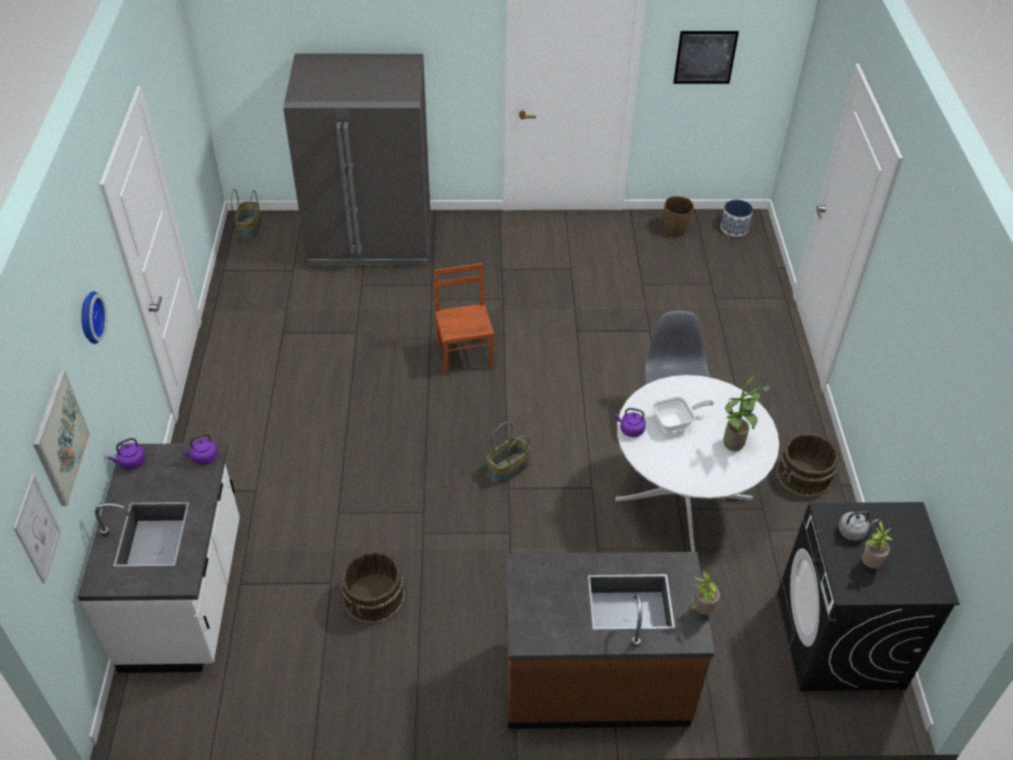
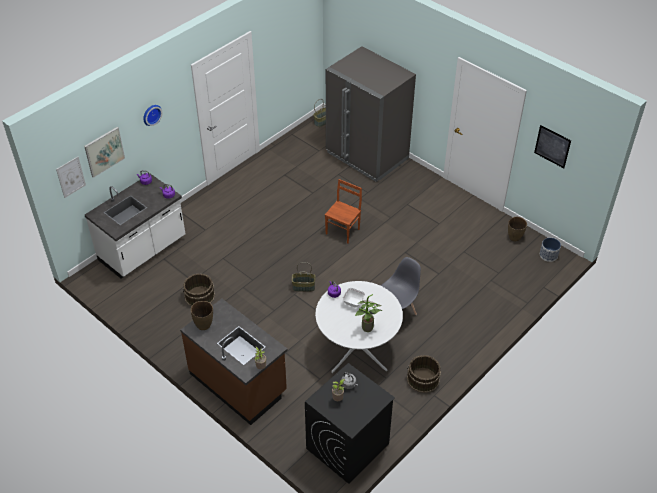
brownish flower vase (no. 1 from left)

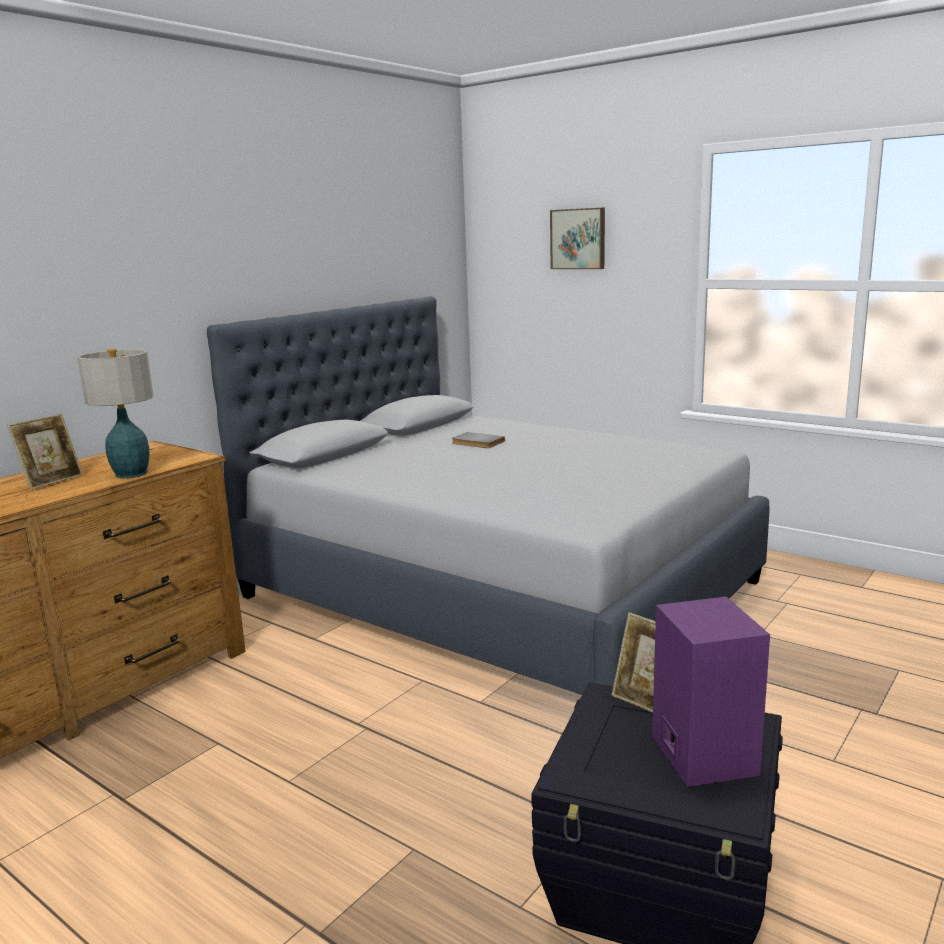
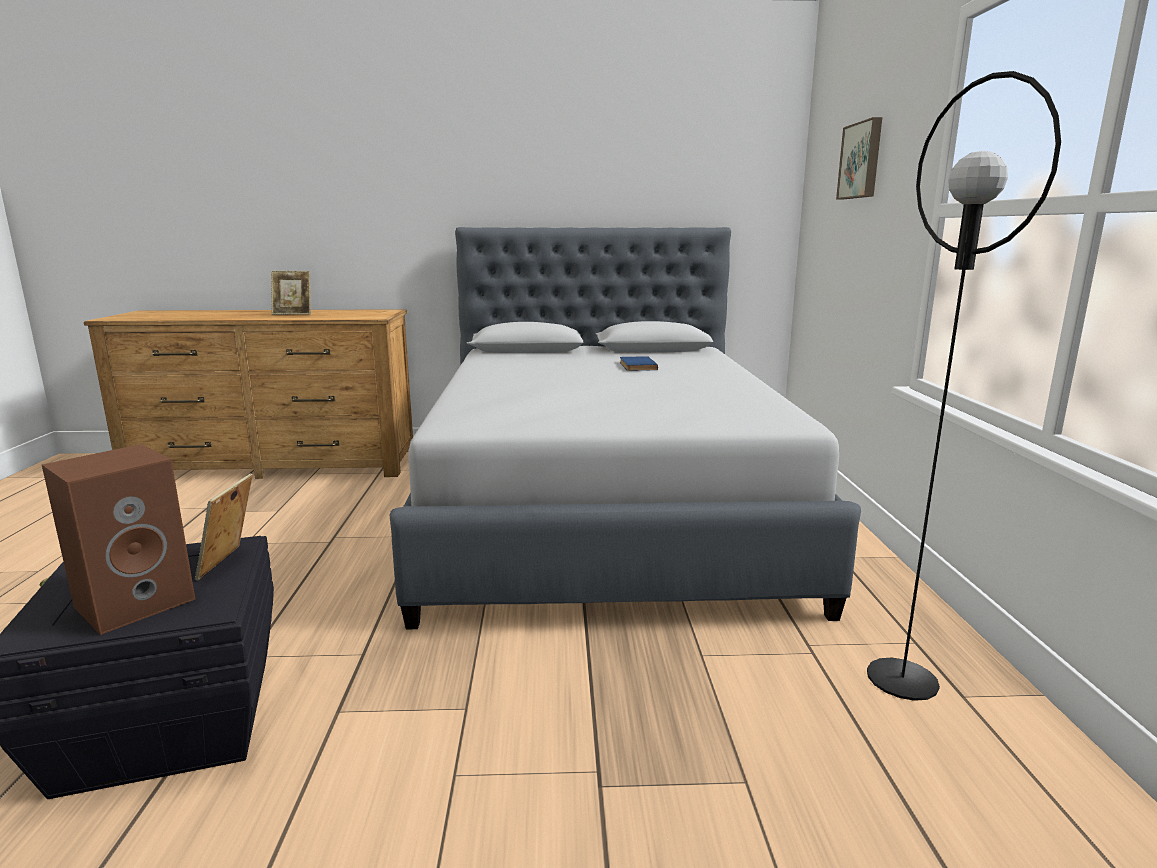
lamp for a table
black-coloured standard lamp
bluish book
brownish speaker

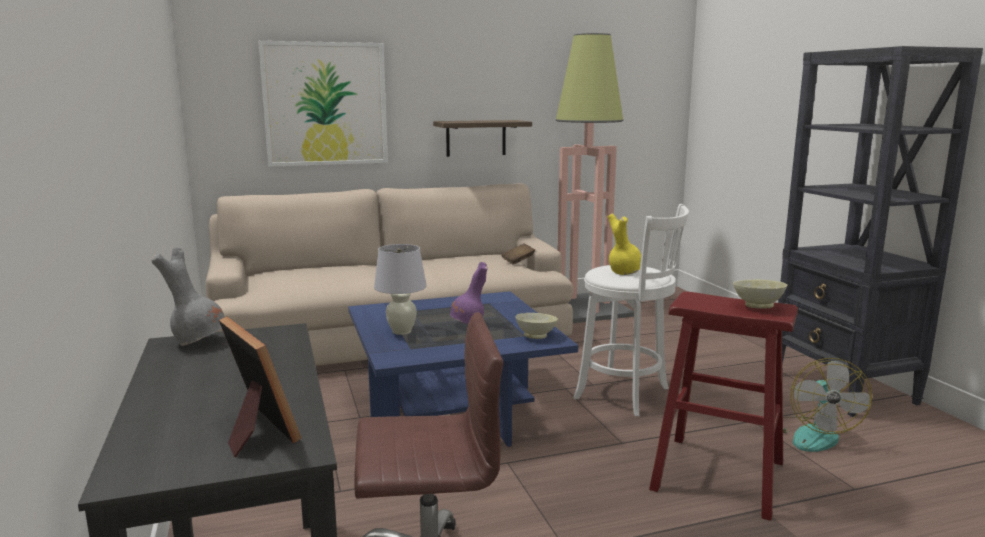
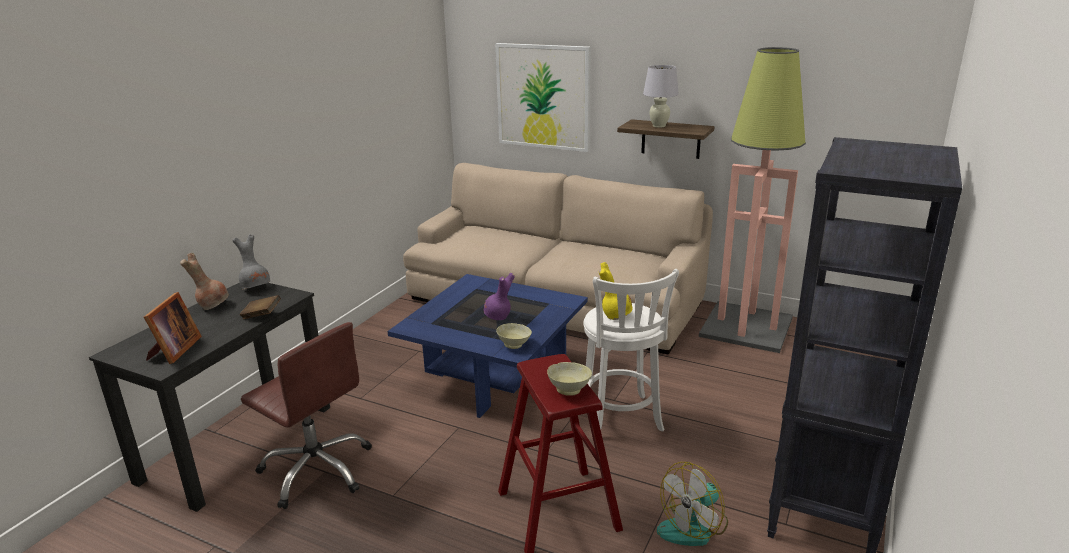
brownish flower vase
white-coloured lamp for a table
brownish book

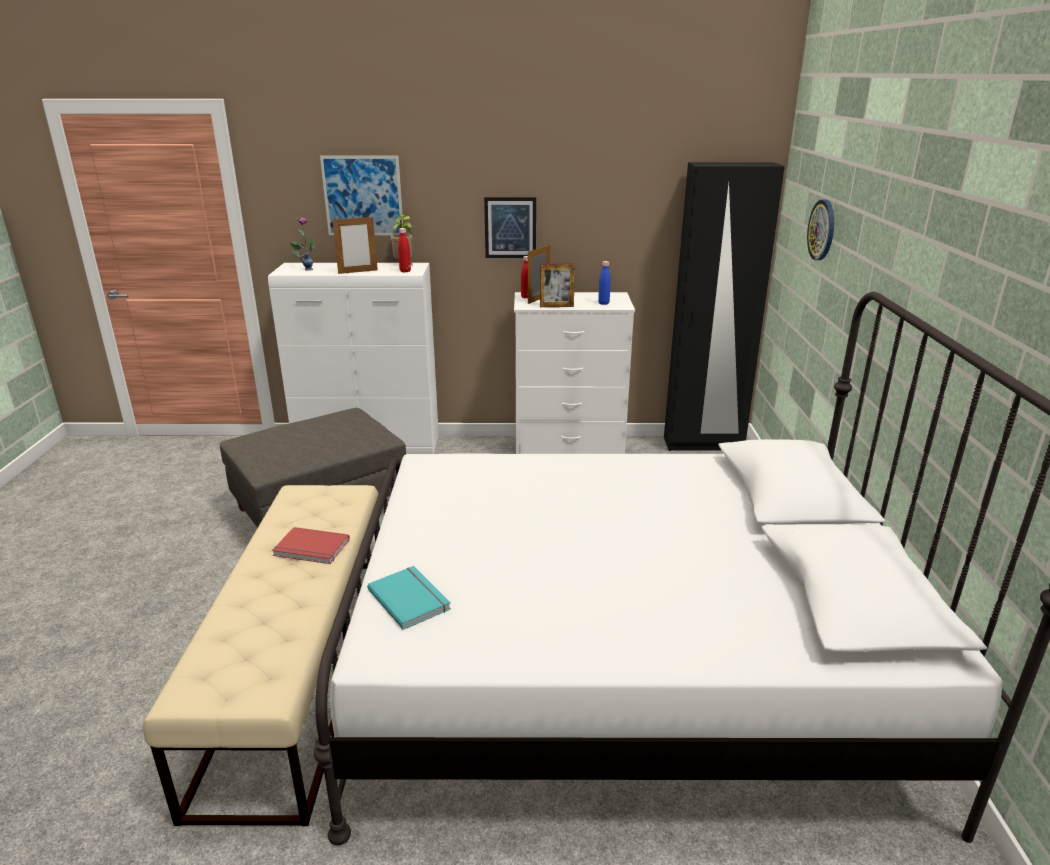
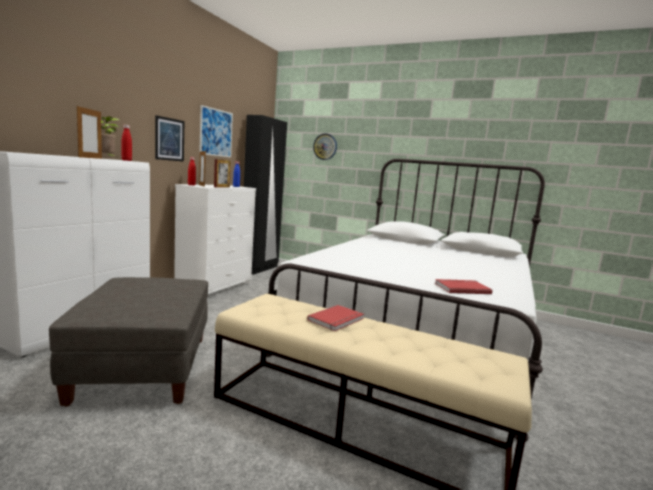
flower vase
wall art (no. 2 from left)
red book (no. 2 from left)

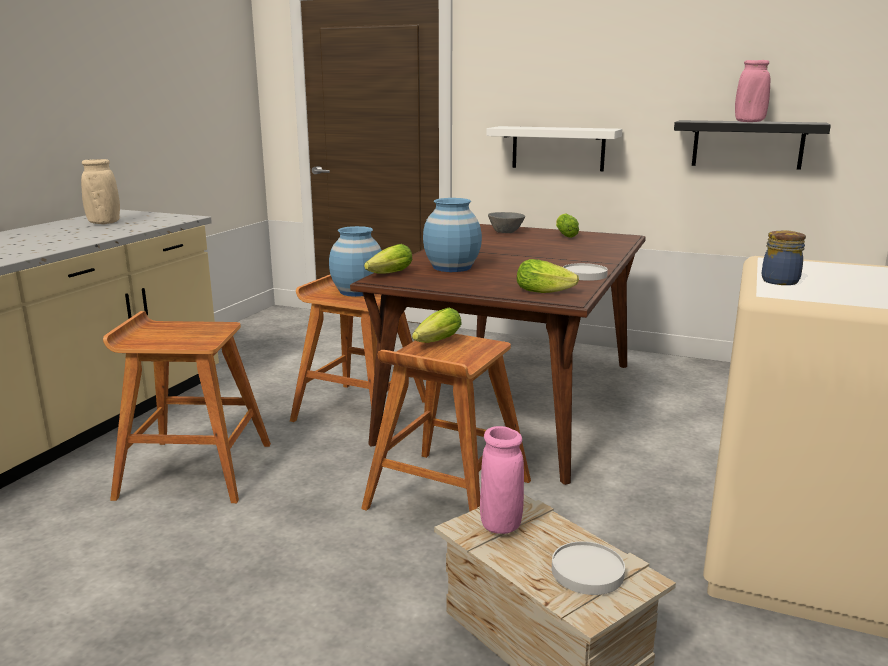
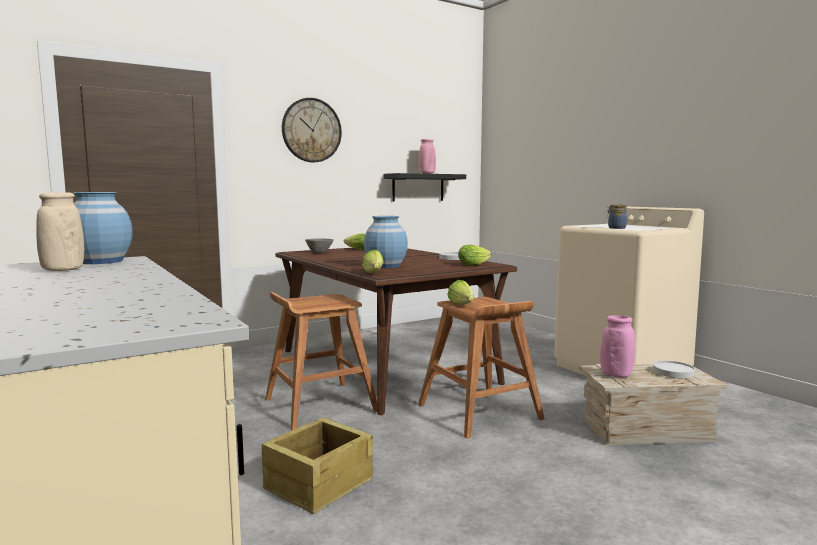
white-coloured shelf
hanging clock
bluish flower vase (no. 1 from left)
packing crate (no. 1 from left)

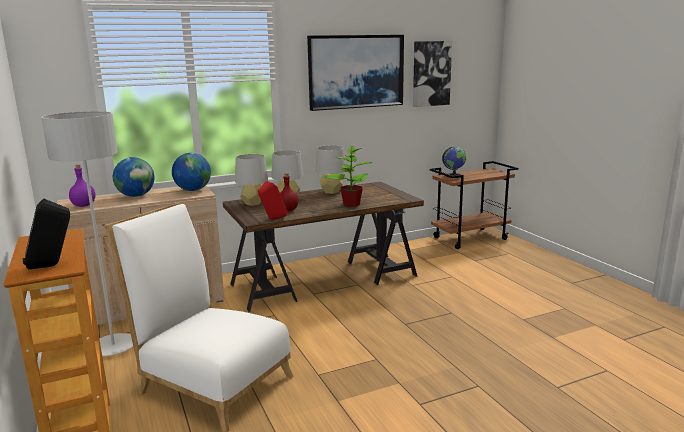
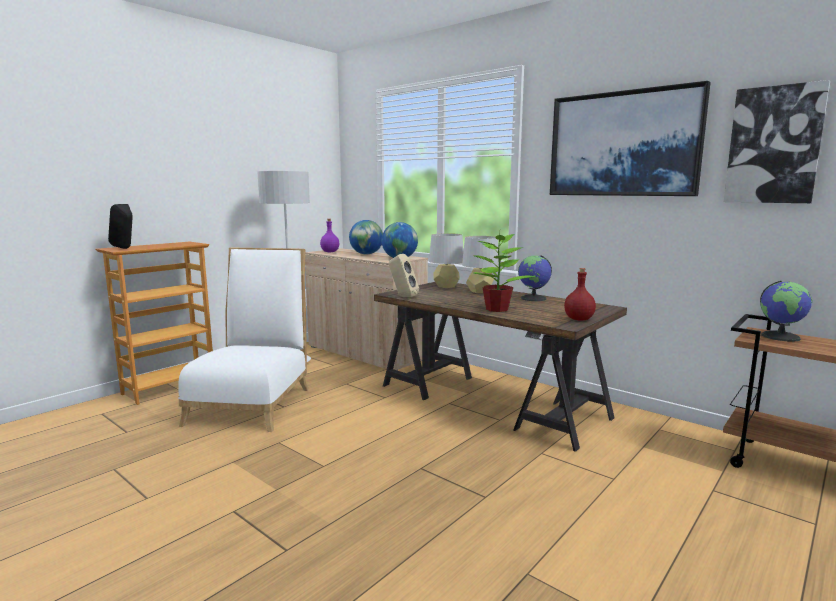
red bottle
globe (no. 3 from left)
beige-coloured speaker

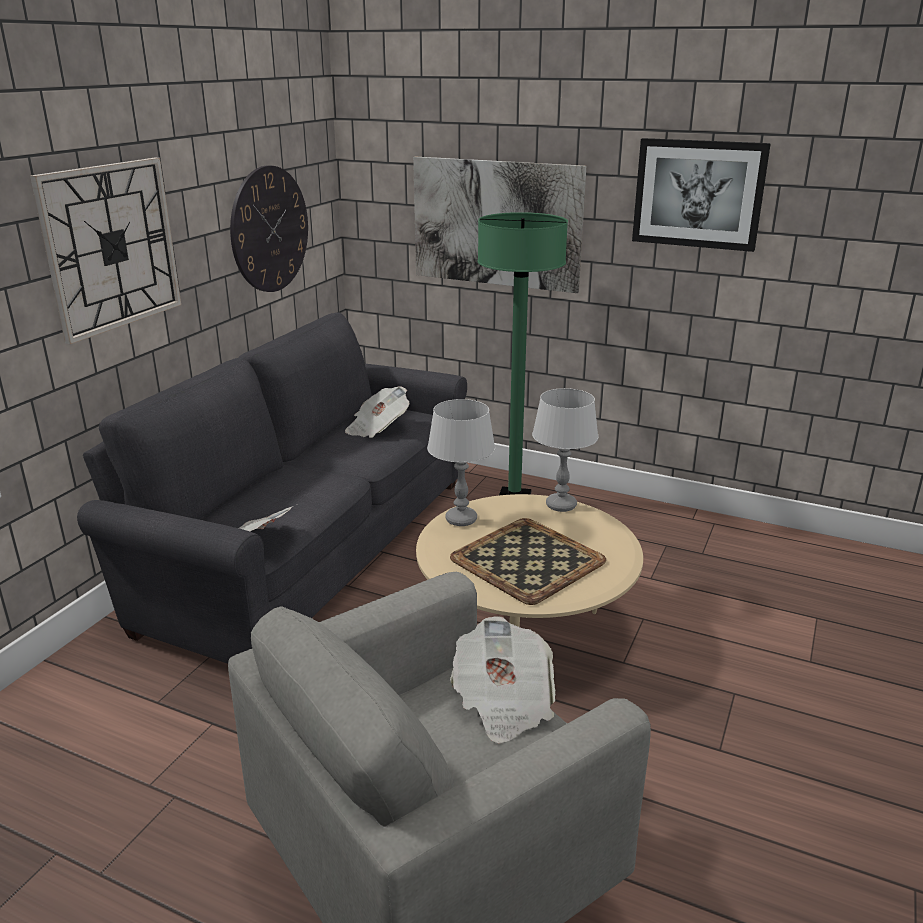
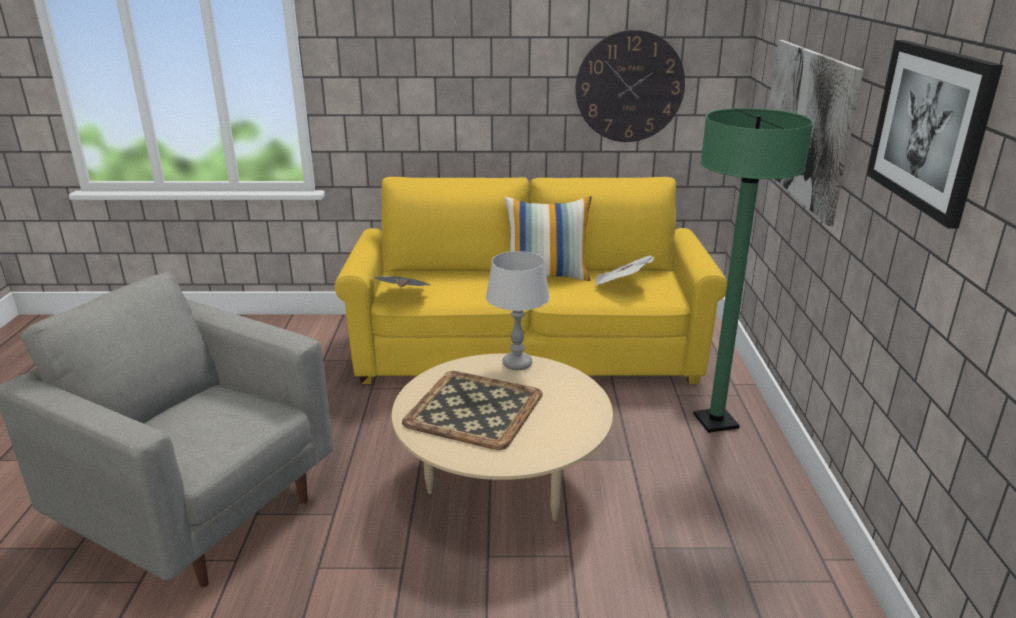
hanging clock (no. 1 from left in the first image)
printed paper (no. 3 from left in the first image)
grey lamp for a table (no. 2 from left in the first image)
throw pillow
yellow-coloured settee

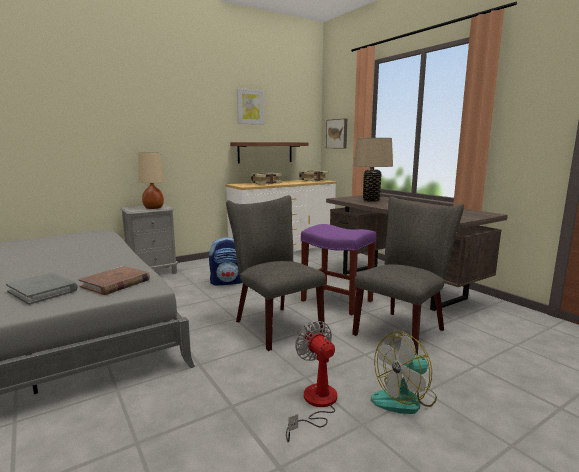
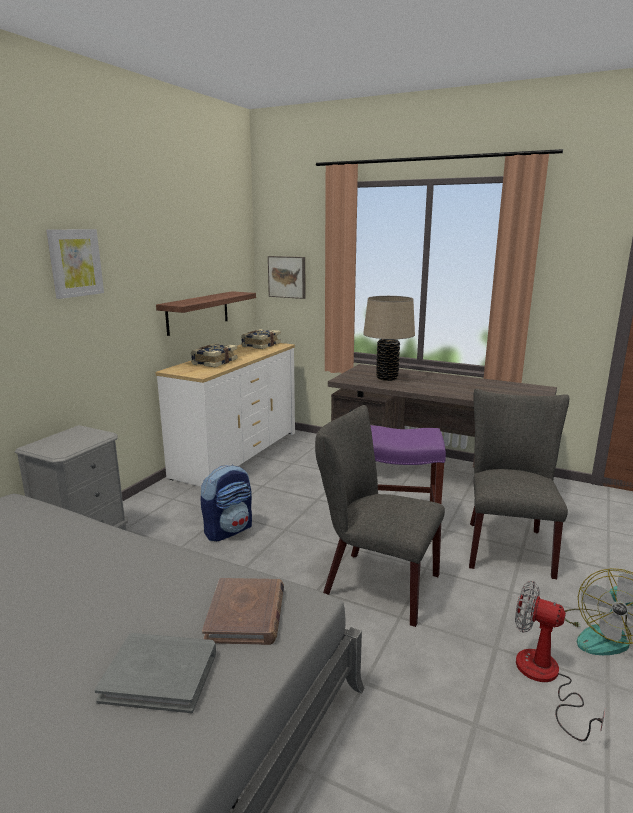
beige-coloured lamp for a table (no. 1 from left in the first image)
wall art (no. 1 from left)

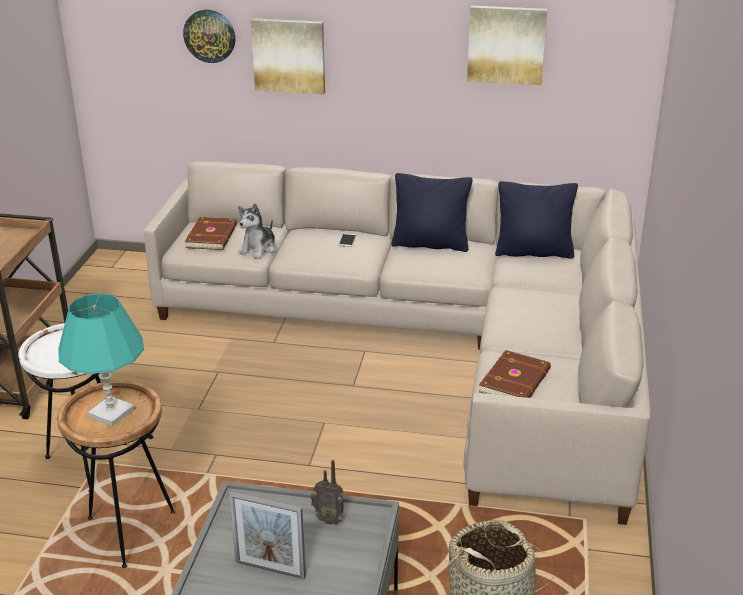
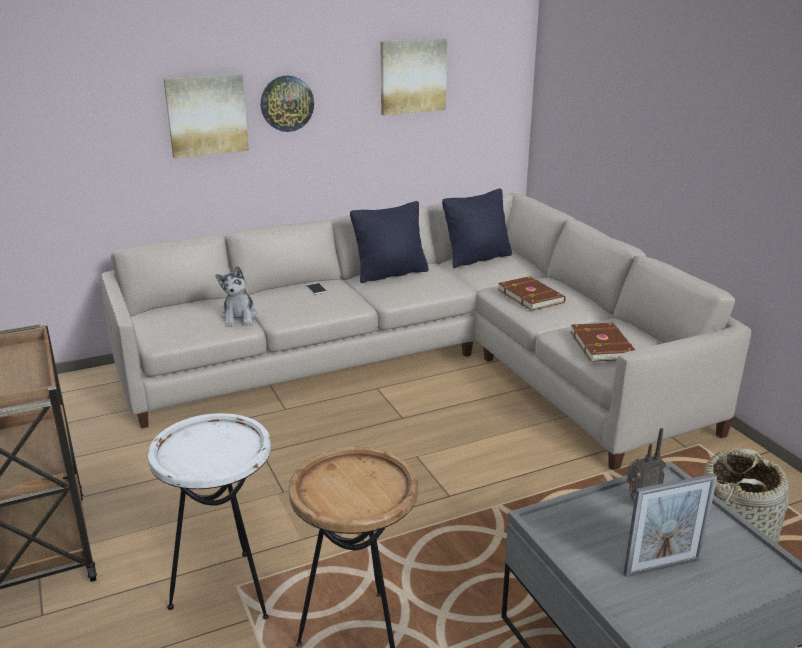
blue-green lamp for a table
hanging clock
brownish book (no. 1 from left)

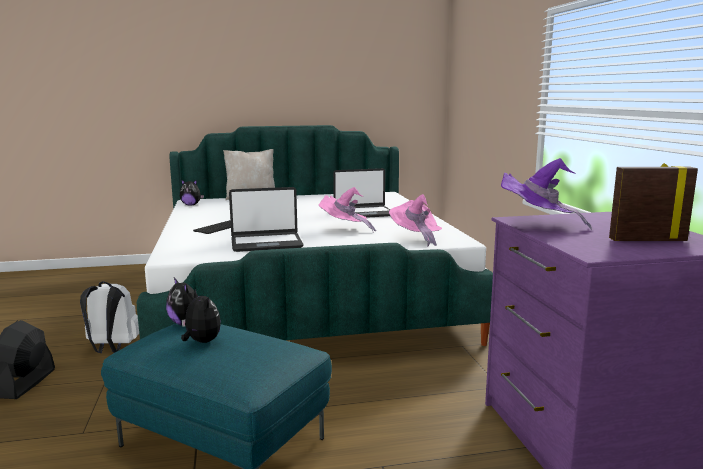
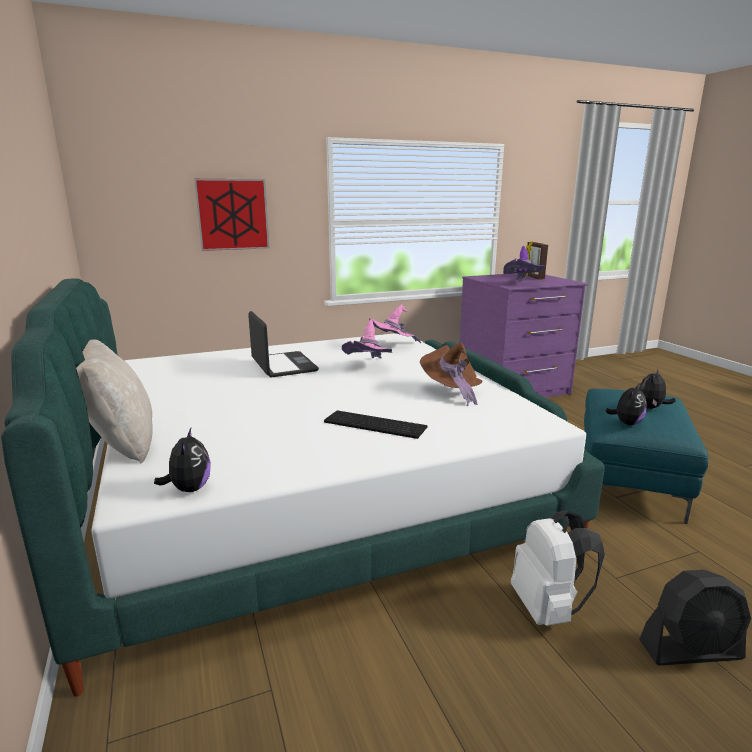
wall art
brownish wearable hat

